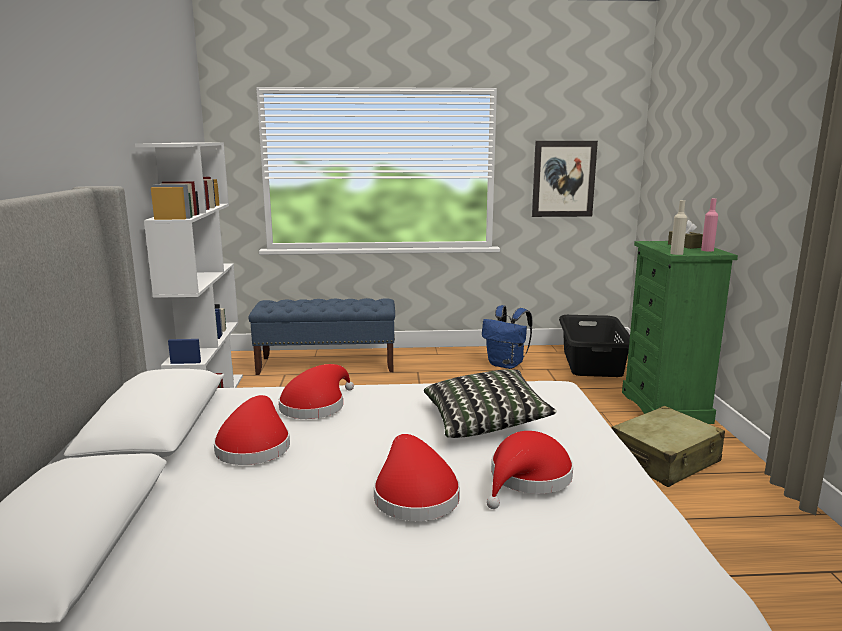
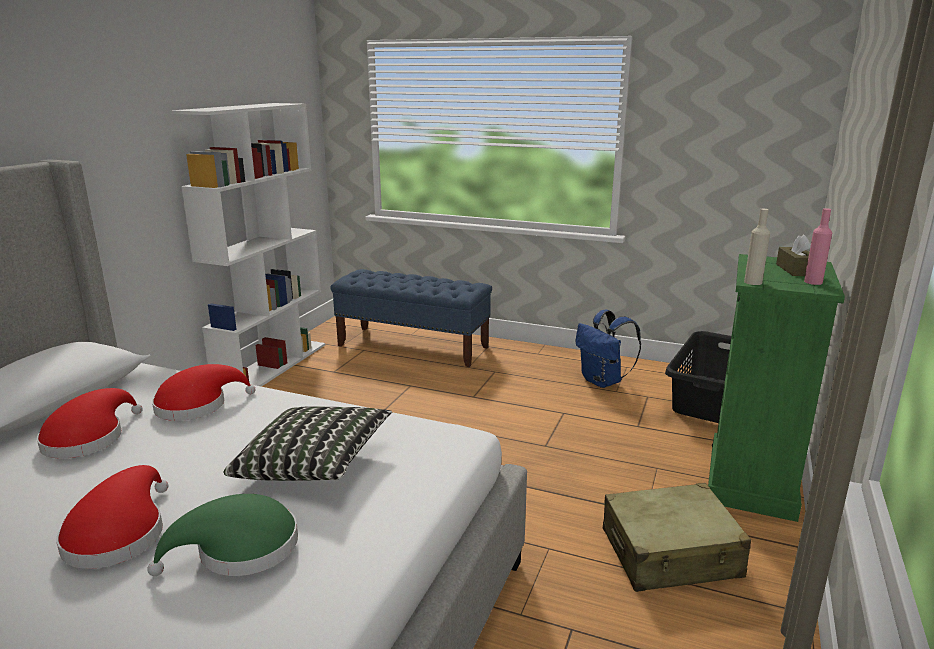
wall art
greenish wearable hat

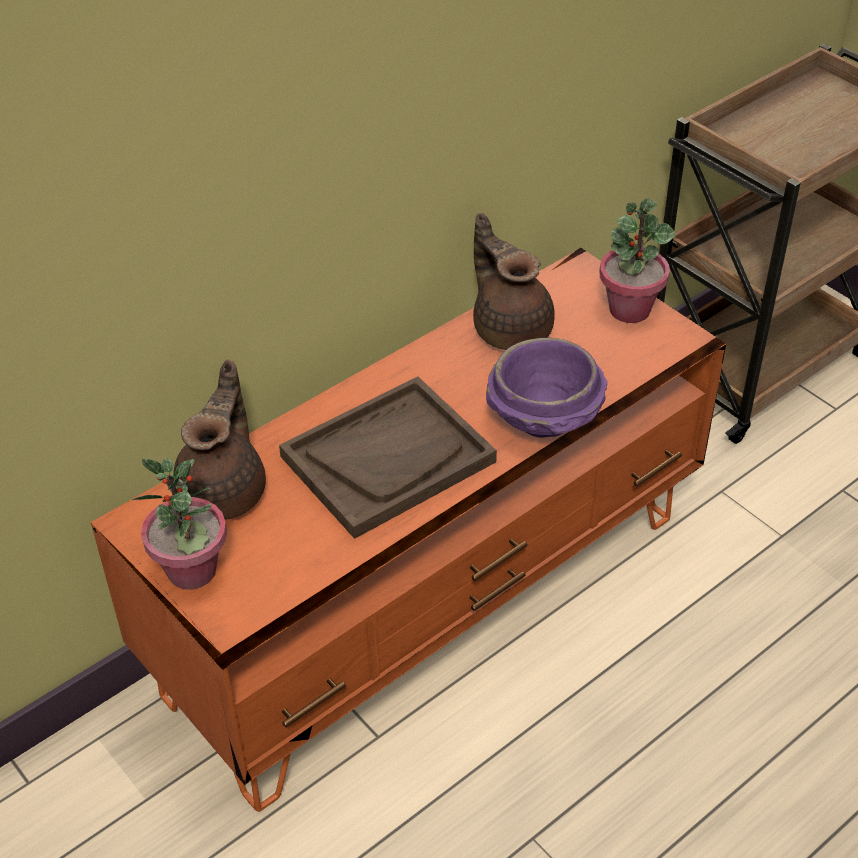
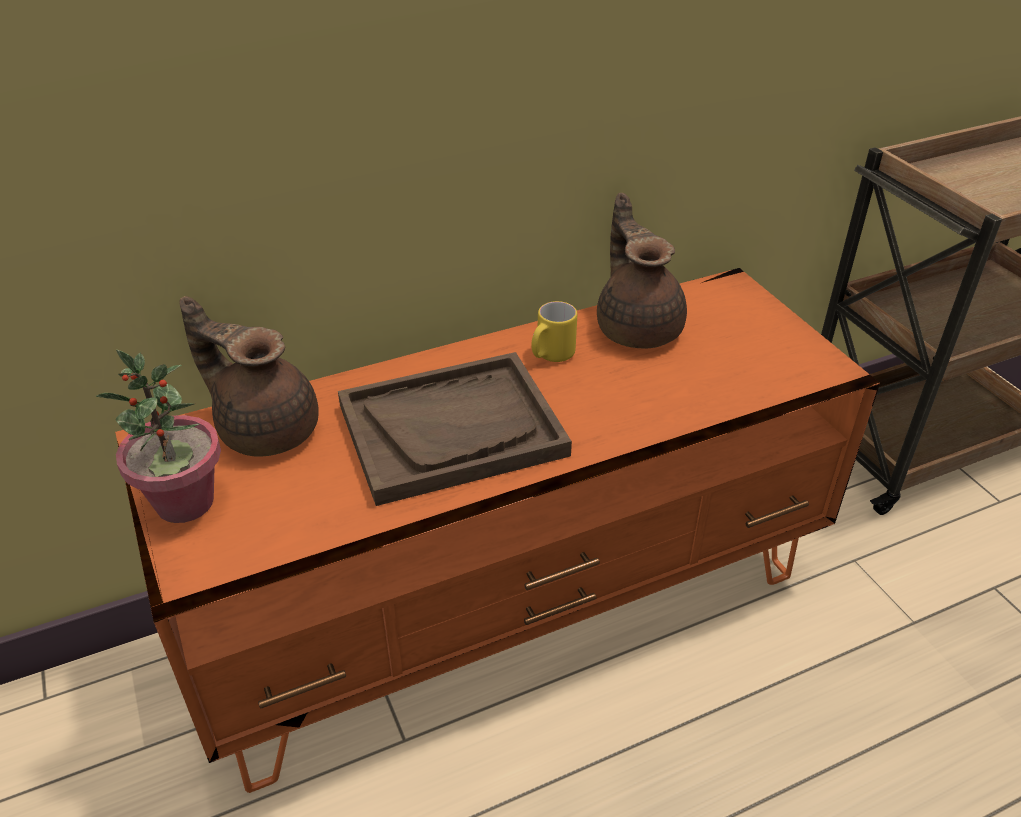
purple-coloured serving bowl
houseplant (no. 2 from left in the first image)
yellow-coloured coffee mug
brownish tea pot (no. 1 from left)

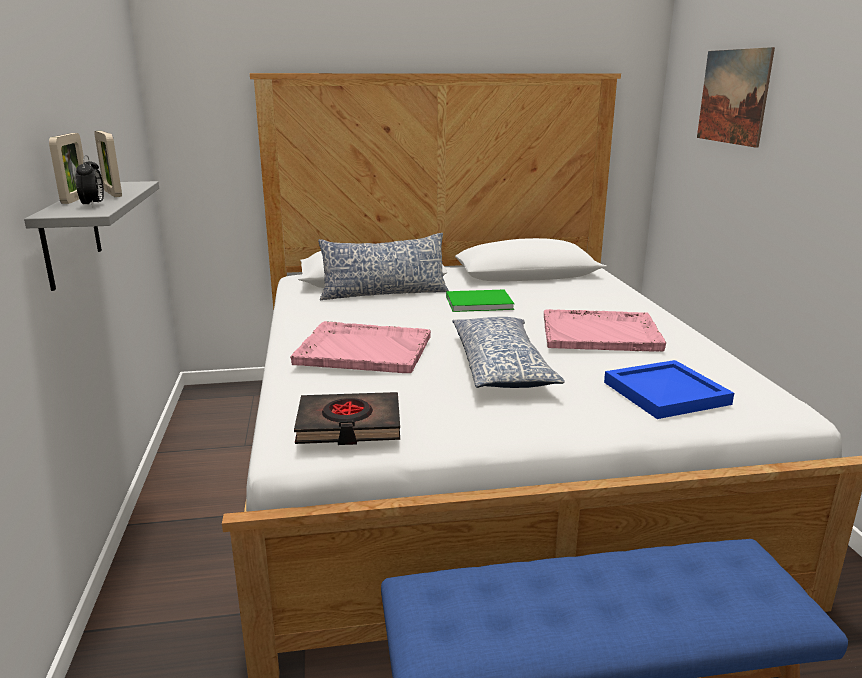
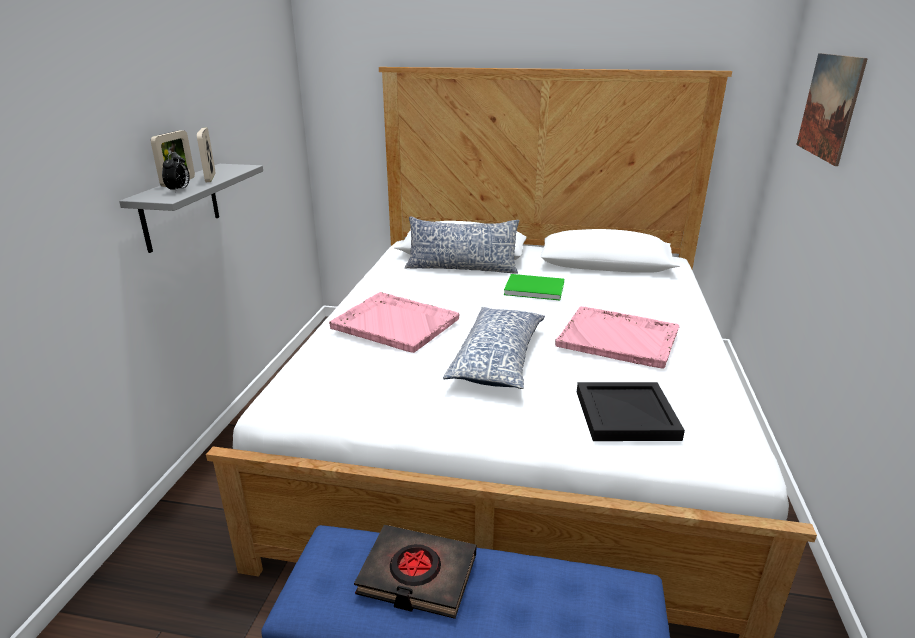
black-coloured book
black-coloured carrying tray

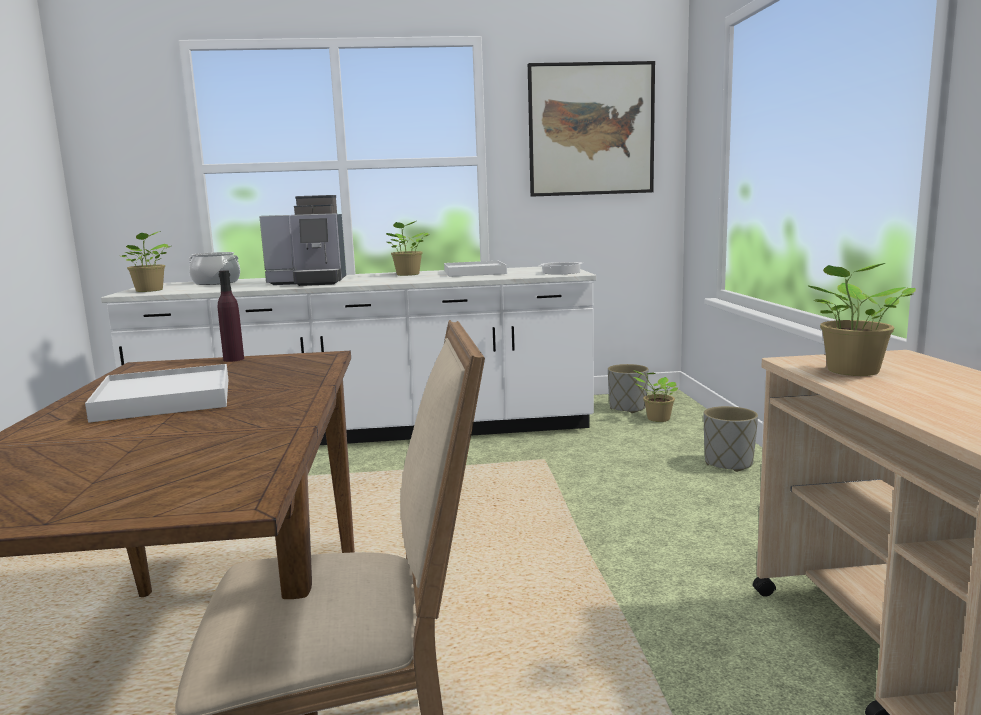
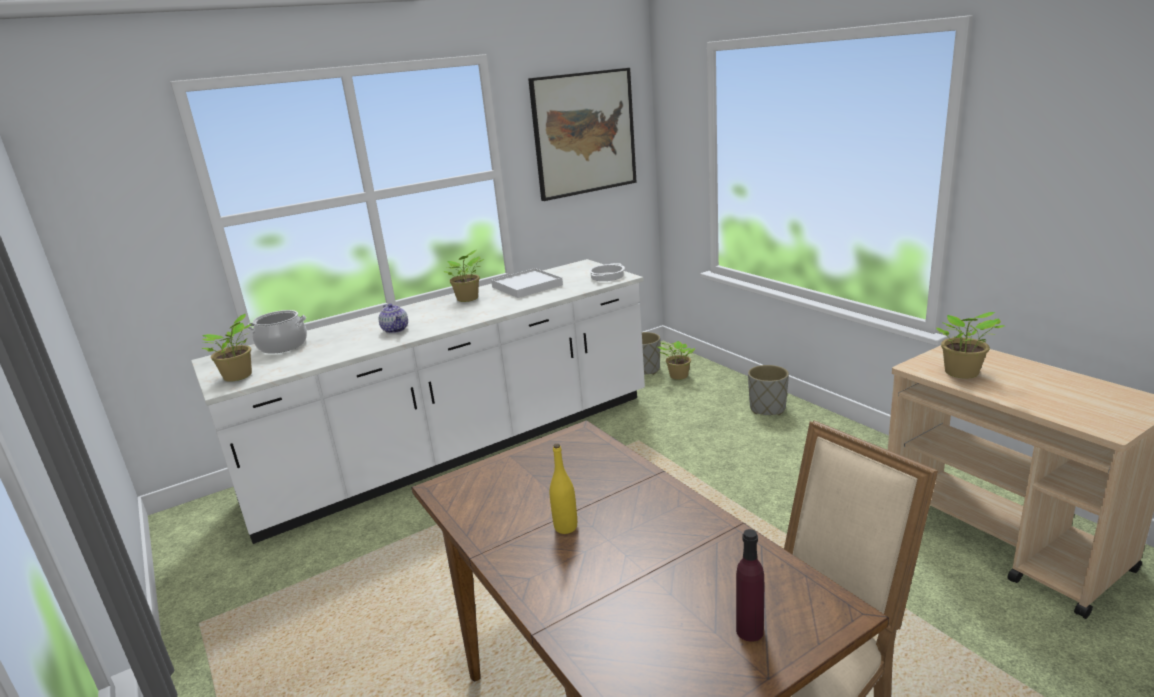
purple-coloured bottle
yellow-coloured bottle
tea pot

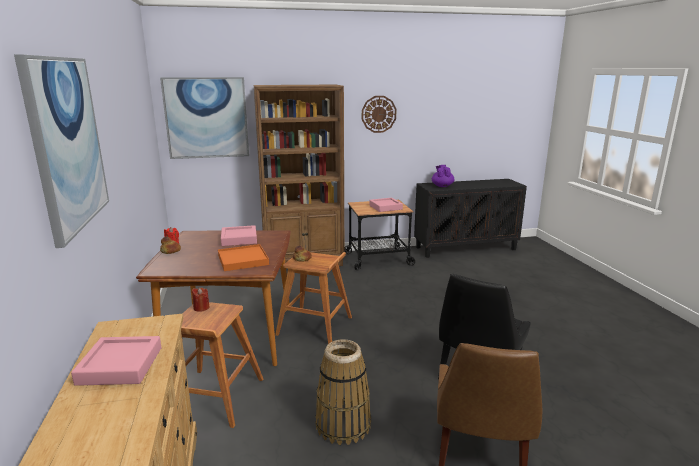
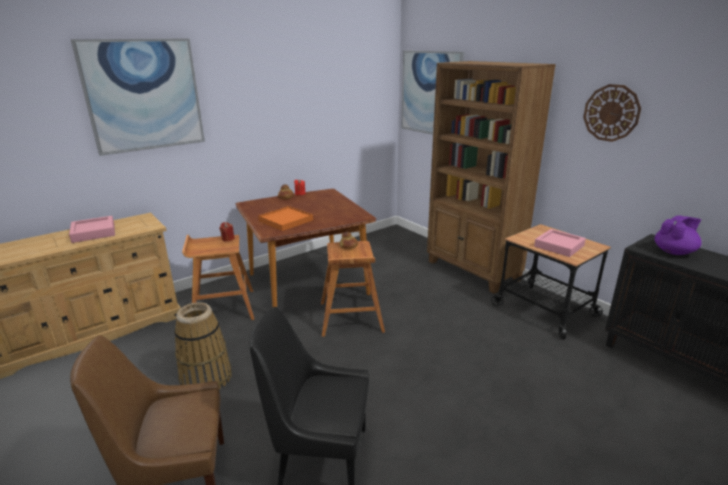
pinkish carrying tray (no. 2 from left in the first image)

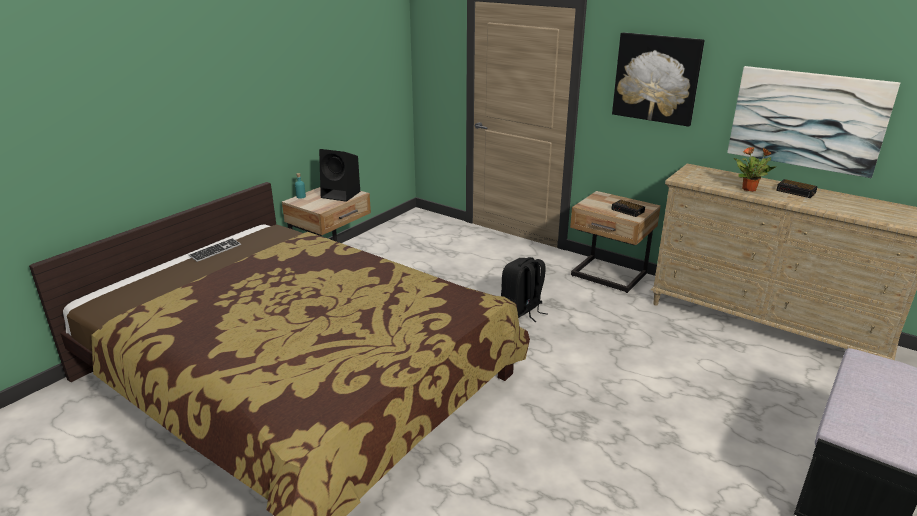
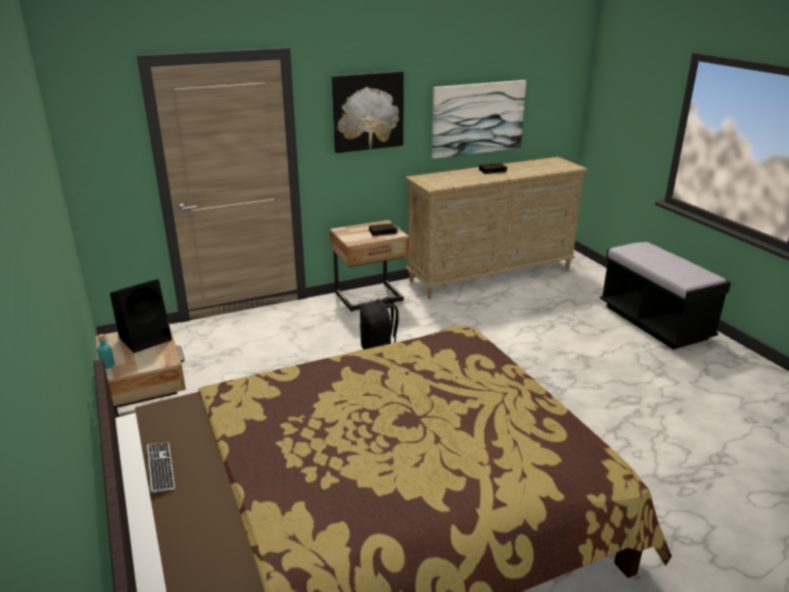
houseplant

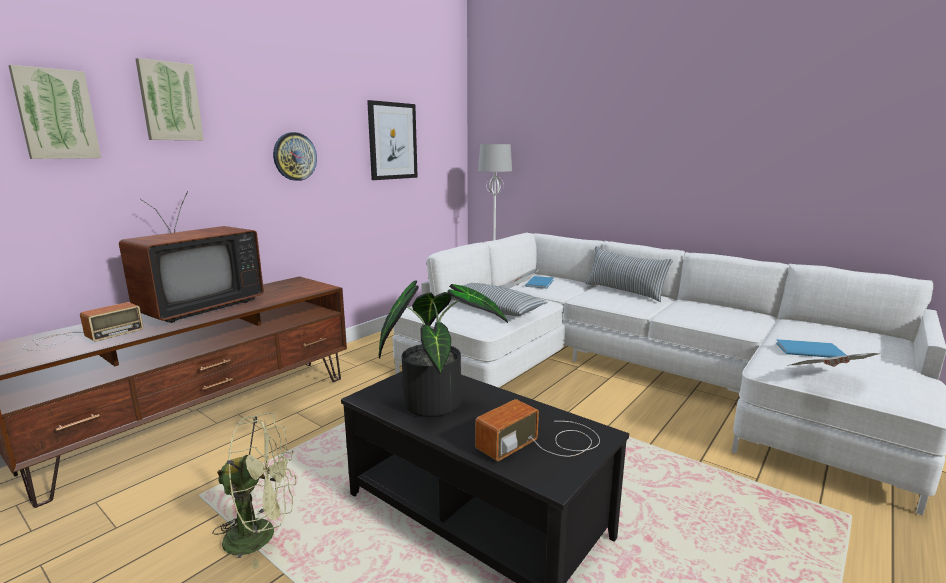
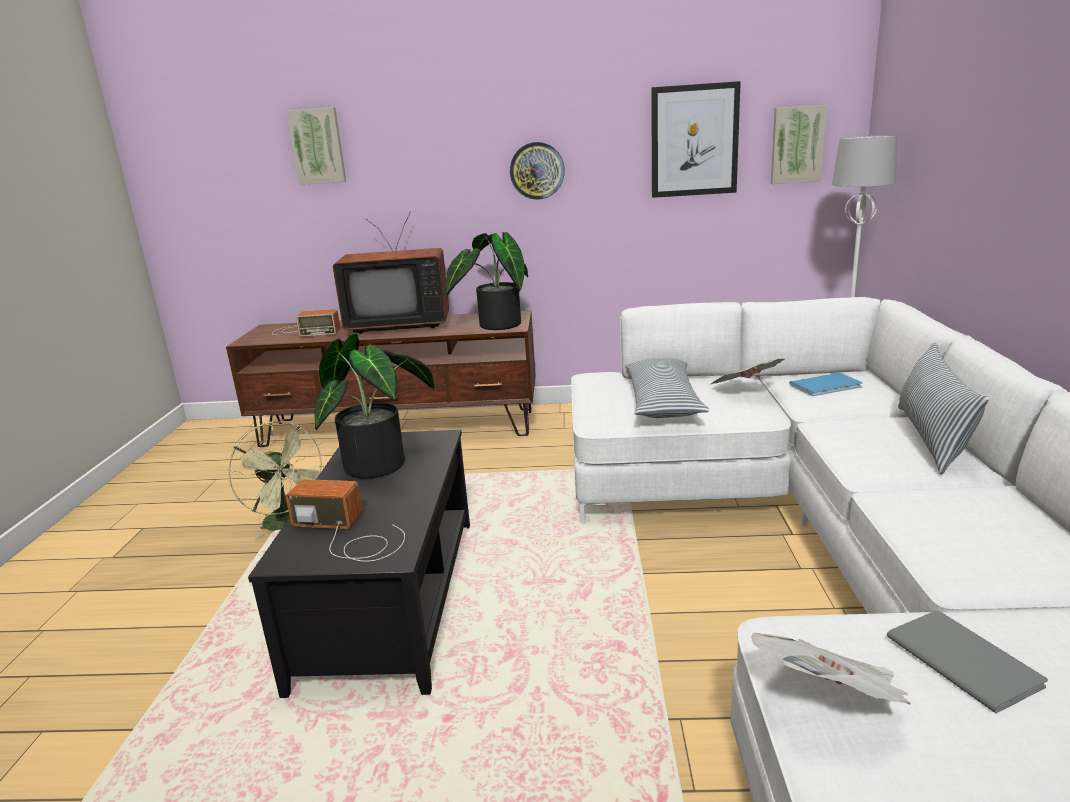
houseplant (no. 2 from left)
wall art (no. 3 from left)
grey book

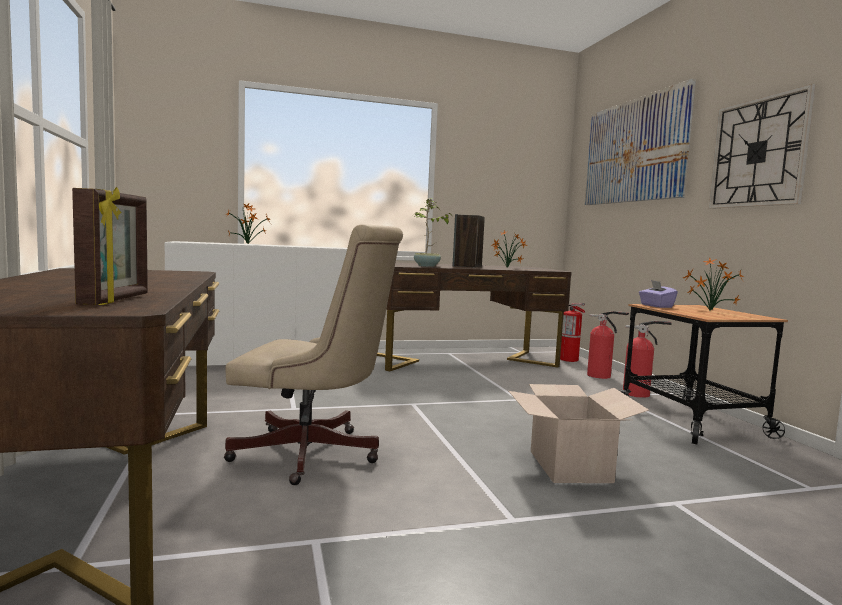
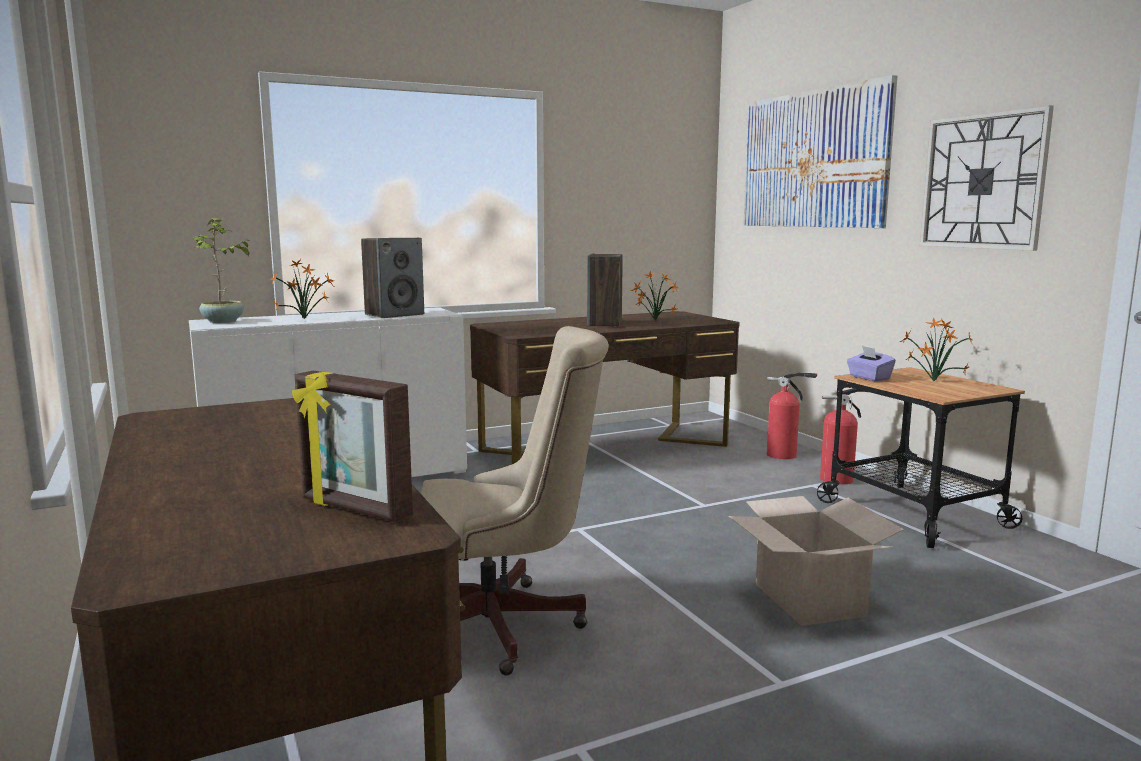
extinguisher (no. 1 from left in the first image)
speaker (no. 1 from left)
houseplant (no. 1 from left)
picture frame

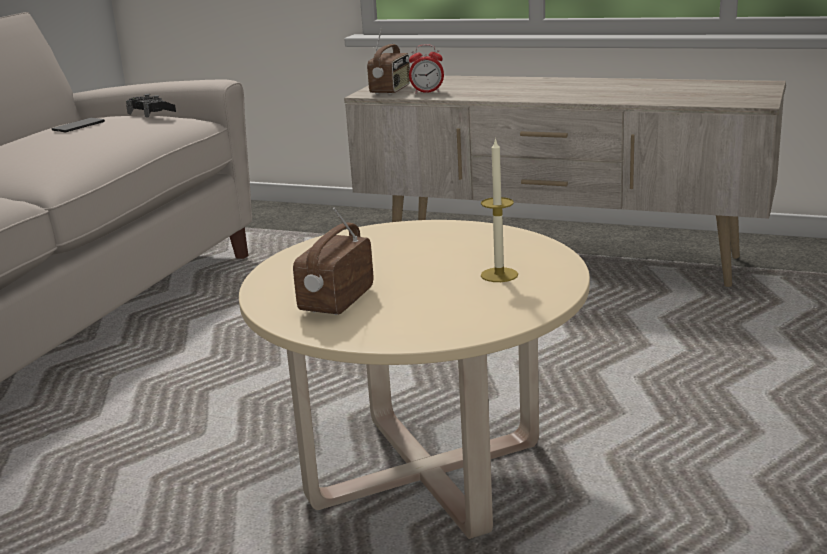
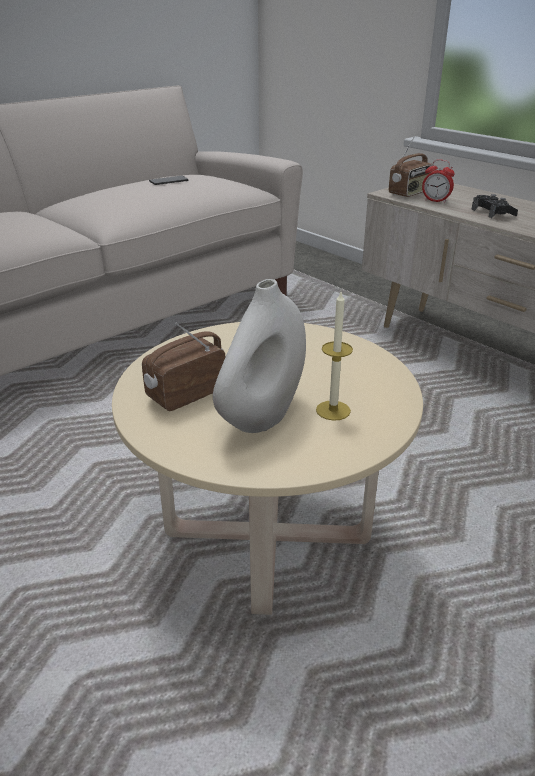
white-coloured flower vase
black-coloured gamepad

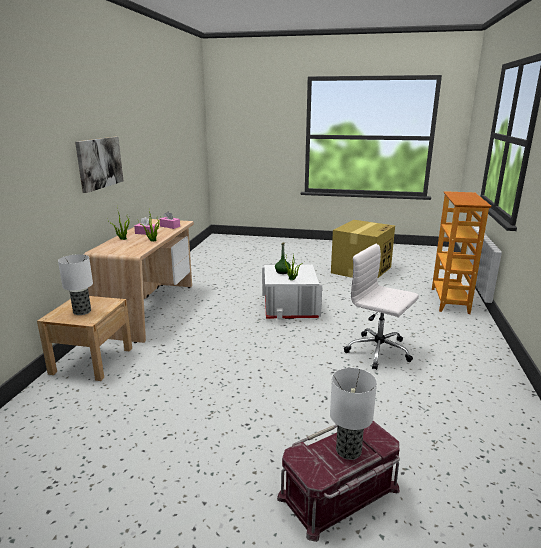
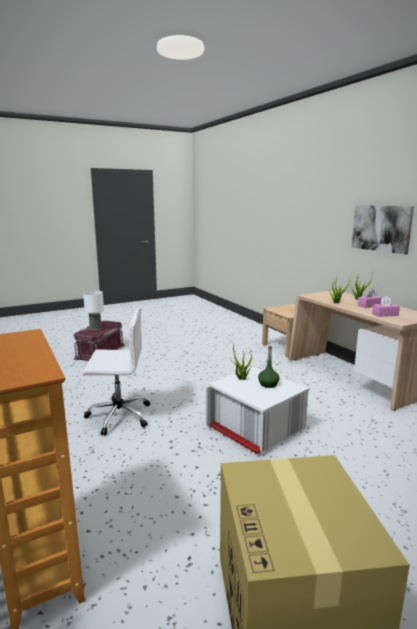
lamp for a table (no. 1 from left in the first image)

